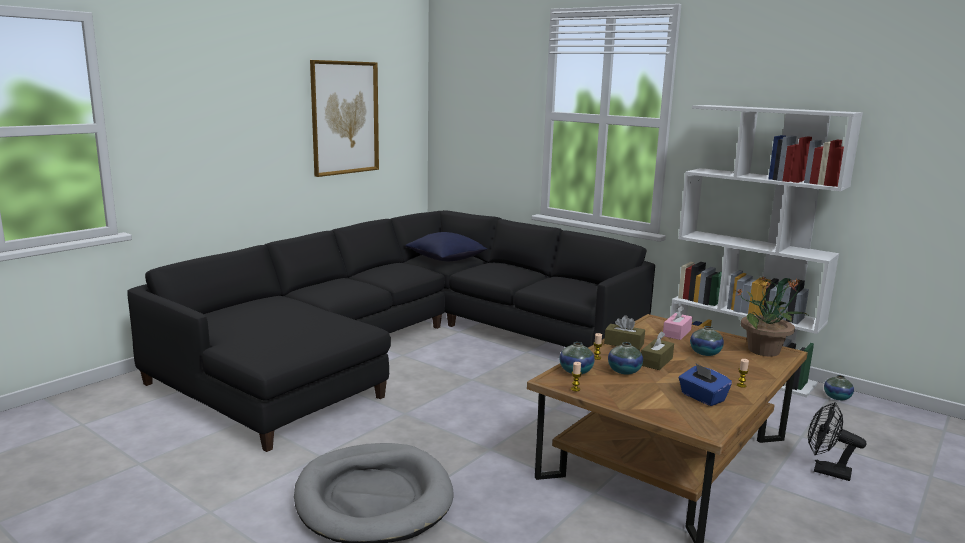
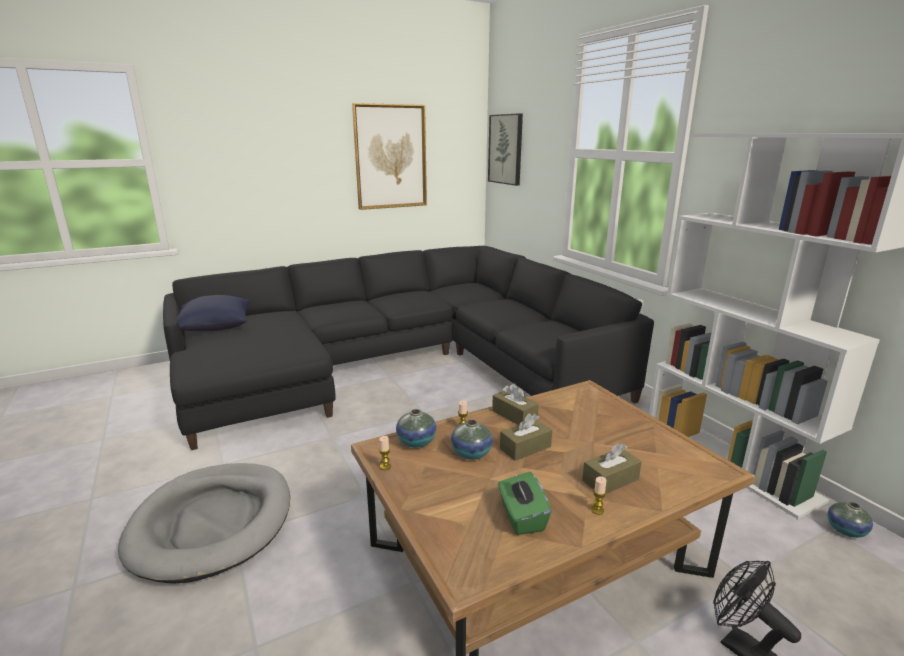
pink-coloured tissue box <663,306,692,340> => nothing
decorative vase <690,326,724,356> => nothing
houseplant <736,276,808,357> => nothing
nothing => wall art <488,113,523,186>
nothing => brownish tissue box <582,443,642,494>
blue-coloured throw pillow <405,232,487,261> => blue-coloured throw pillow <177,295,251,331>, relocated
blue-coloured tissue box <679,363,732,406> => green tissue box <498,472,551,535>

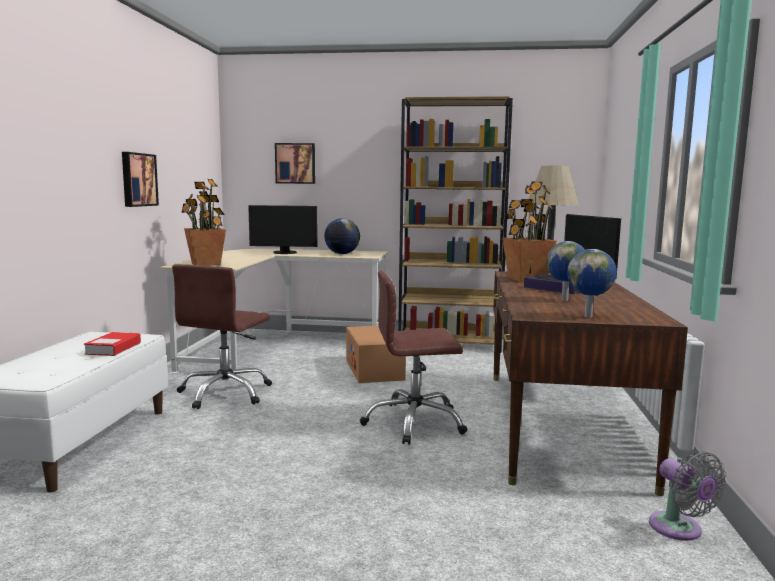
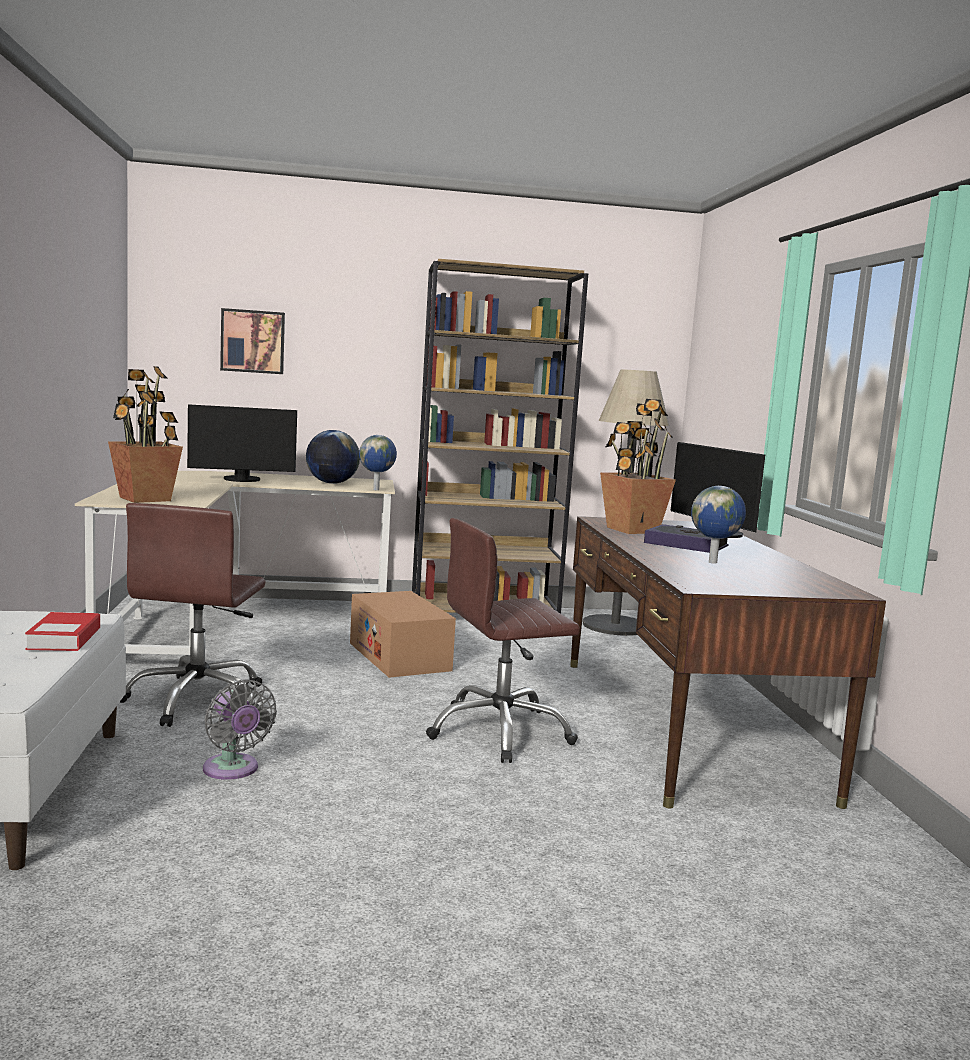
wall art <122,152,159,207> => nothing
desk globe <567,249,617,318> => desk globe <359,435,397,490>, relocated
grey cooling fan <649,452,727,541> => grey cooling fan <203,679,277,780>, relocated

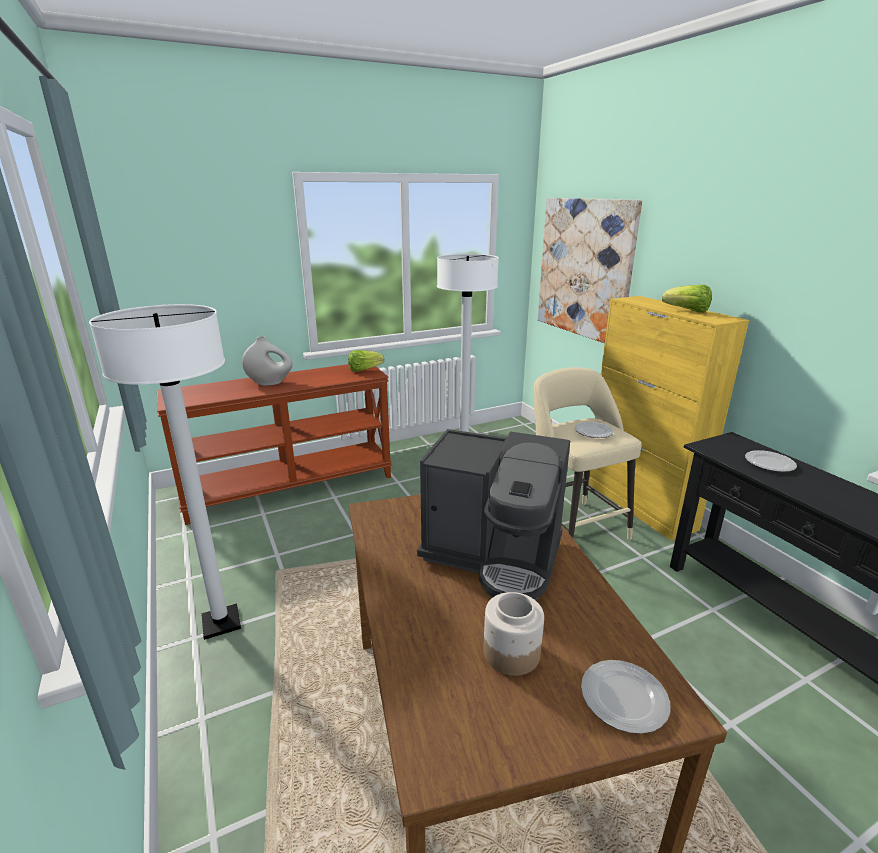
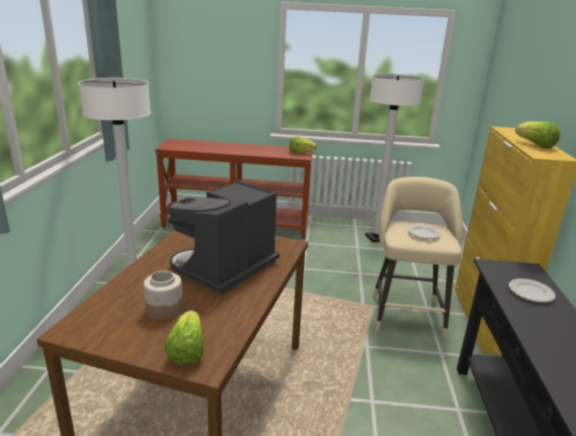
whitish decorative vase <242,336,293,386> => nothing
wall art <538,198,642,343> => nothing
flat dish <581,660,671,734> => lettuce head <164,310,204,366>
coffee maker <417,429,570,600> => coffee maker <167,181,280,295>, 75 degrees clockwise

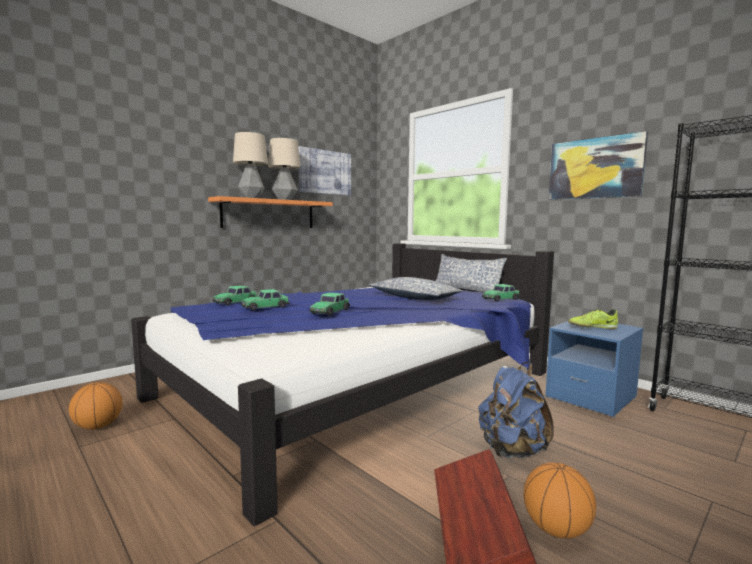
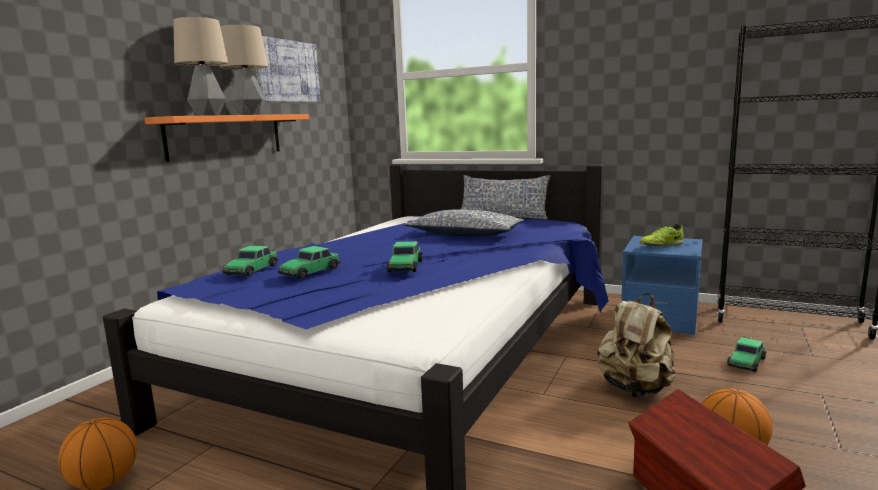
wall art <549,131,648,200> => nothing
miniature car <482,284,520,302> => miniature car <727,337,767,372>, relocated
blue-coloured knapsack <478,362,554,458> => beige-coloured knapsack <597,293,676,398>

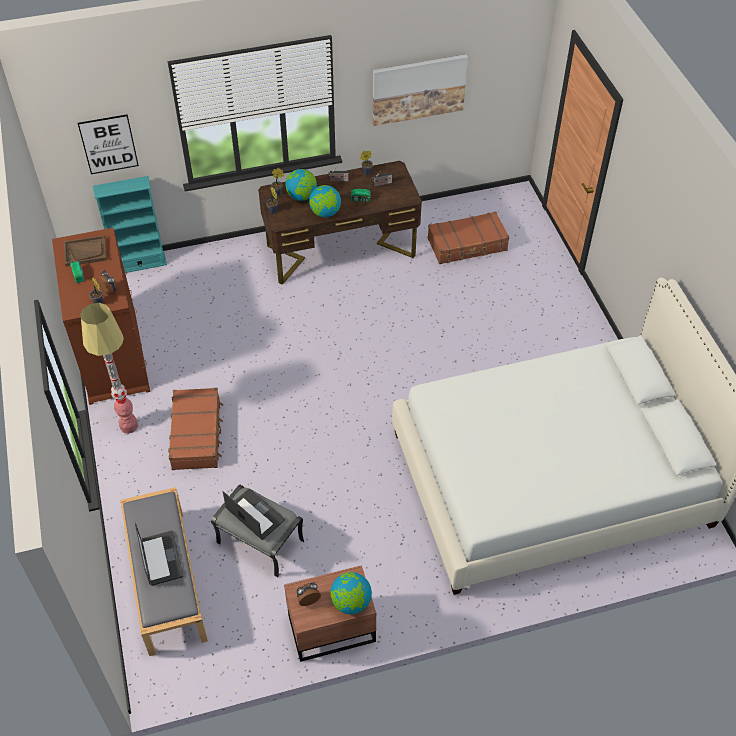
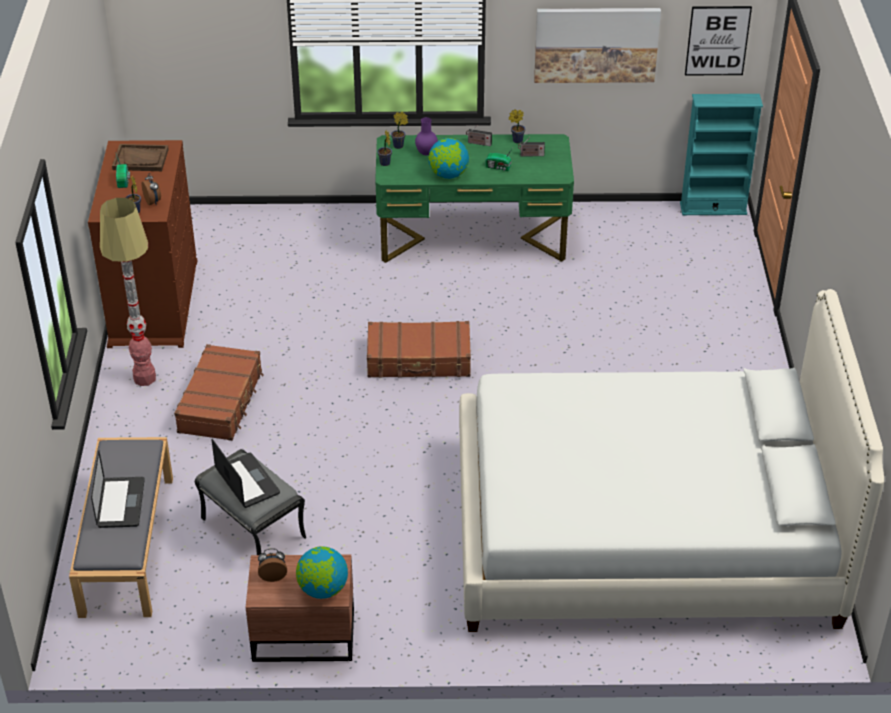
wall art <78,114,139,174> => wall art <685,6,752,75>, relocated
turquoise-coloured shelving unit <93,176,167,273> => turquoise-coloured shelving unit <680,94,763,215>, relocated
brownish suitcase <427,211,509,264> => brownish suitcase <367,321,471,378>, relocated
desk globe <285,169,317,201> => purplish decorative vase <415,117,438,155>
brownish desk table <258,161,422,285> => green desk table <375,134,574,263>

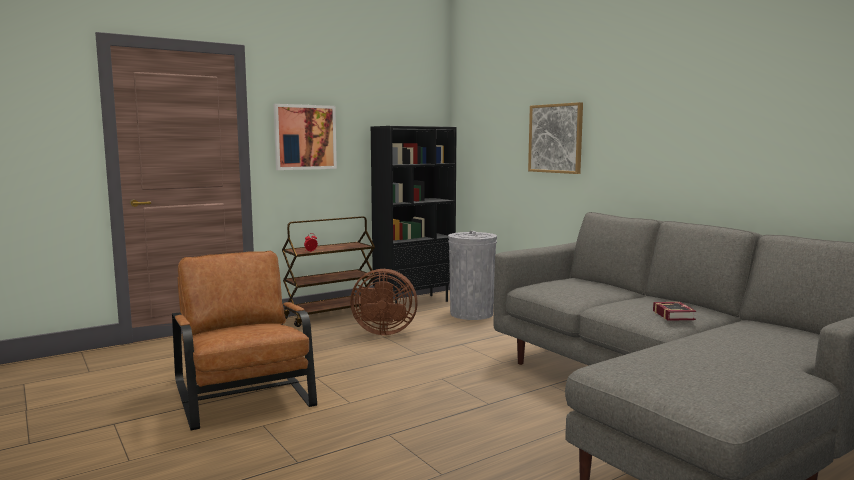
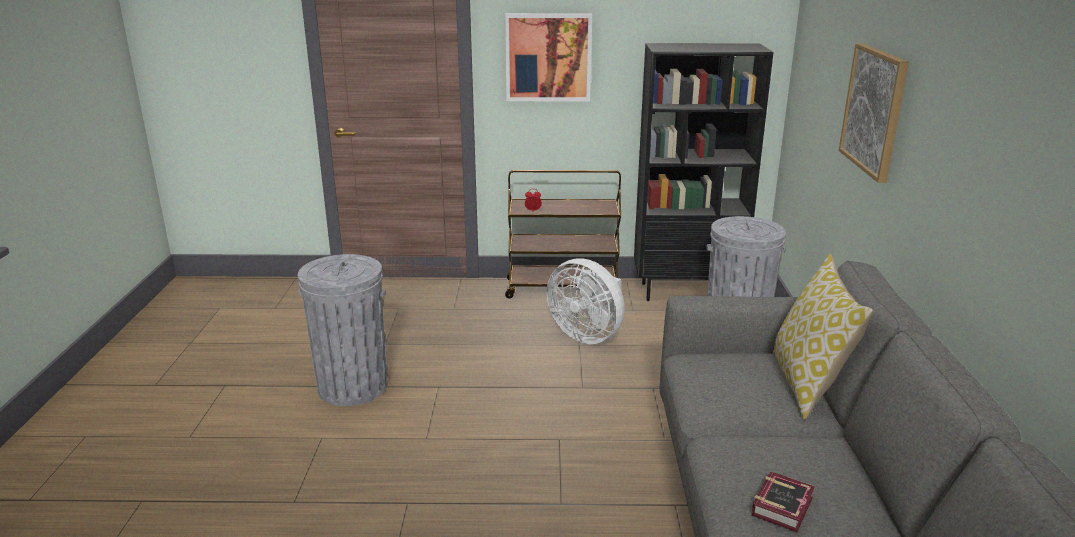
nothing => throw pillow <773,254,873,420>
brownish armchair <172,251,317,430> => grey waste bin <298,254,388,406>
brownish cooling fan <350,269,418,335> => whitish cooling fan <547,258,625,344>

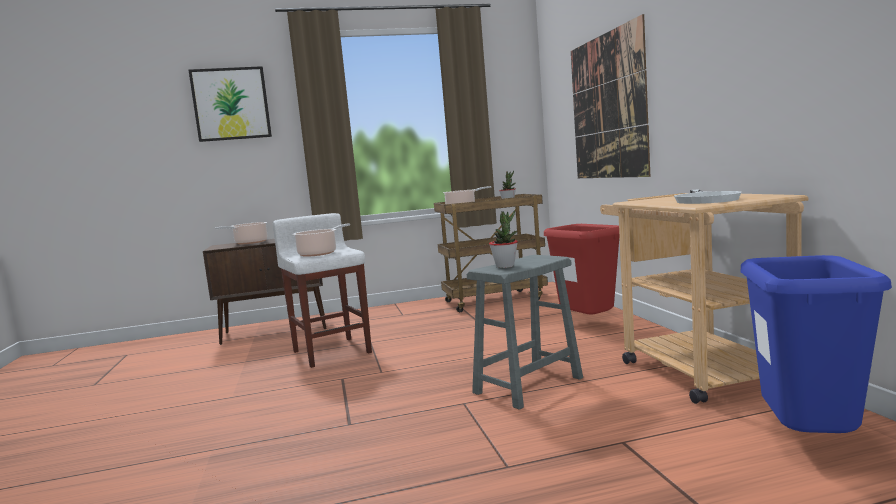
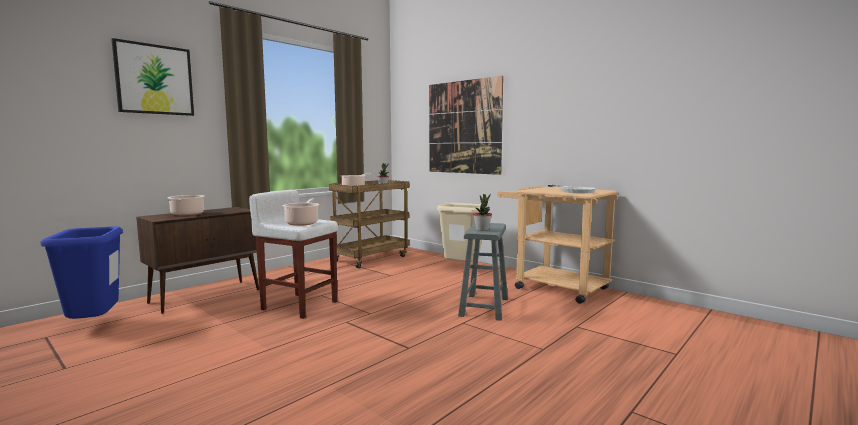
blue-coloured waste bin <741,255,892,433> => blue-coloured waste bin <41,226,123,319>, relocated
red waste bin <544,224,619,315> => beige-coloured waste bin <437,203,487,262>

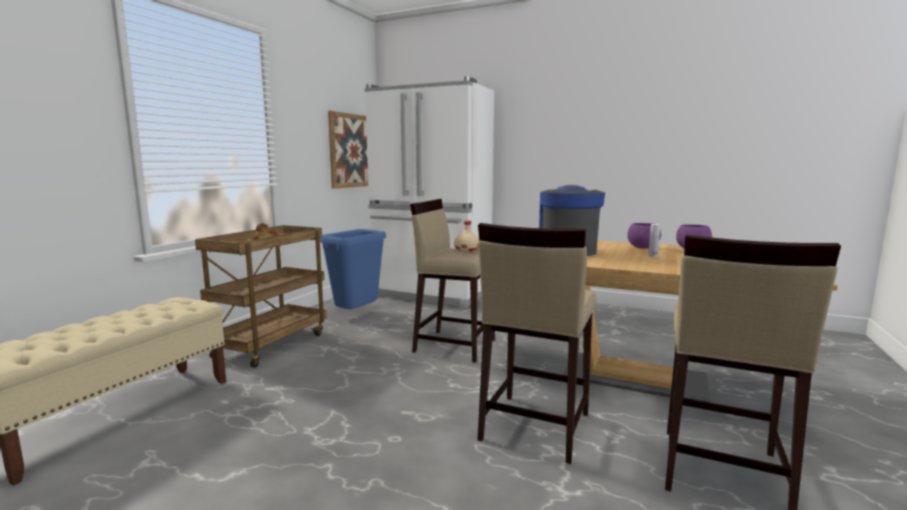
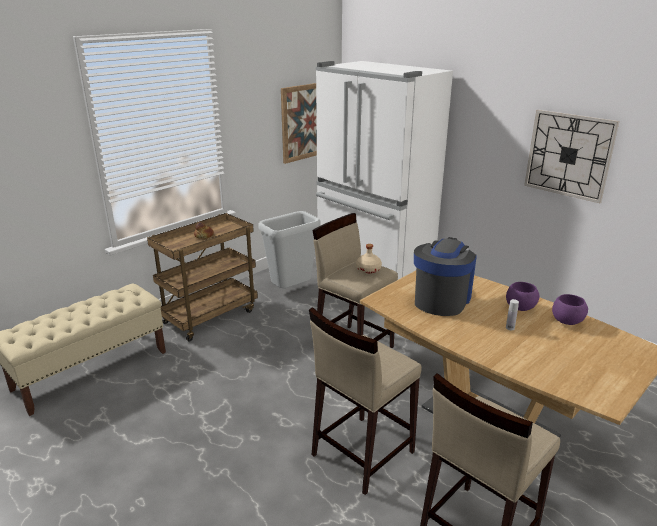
nothing => wall clock <524,109,619,203>
blue-coloured waste bin <320,229,386,309> => grey waste bin <258,211,320,288>

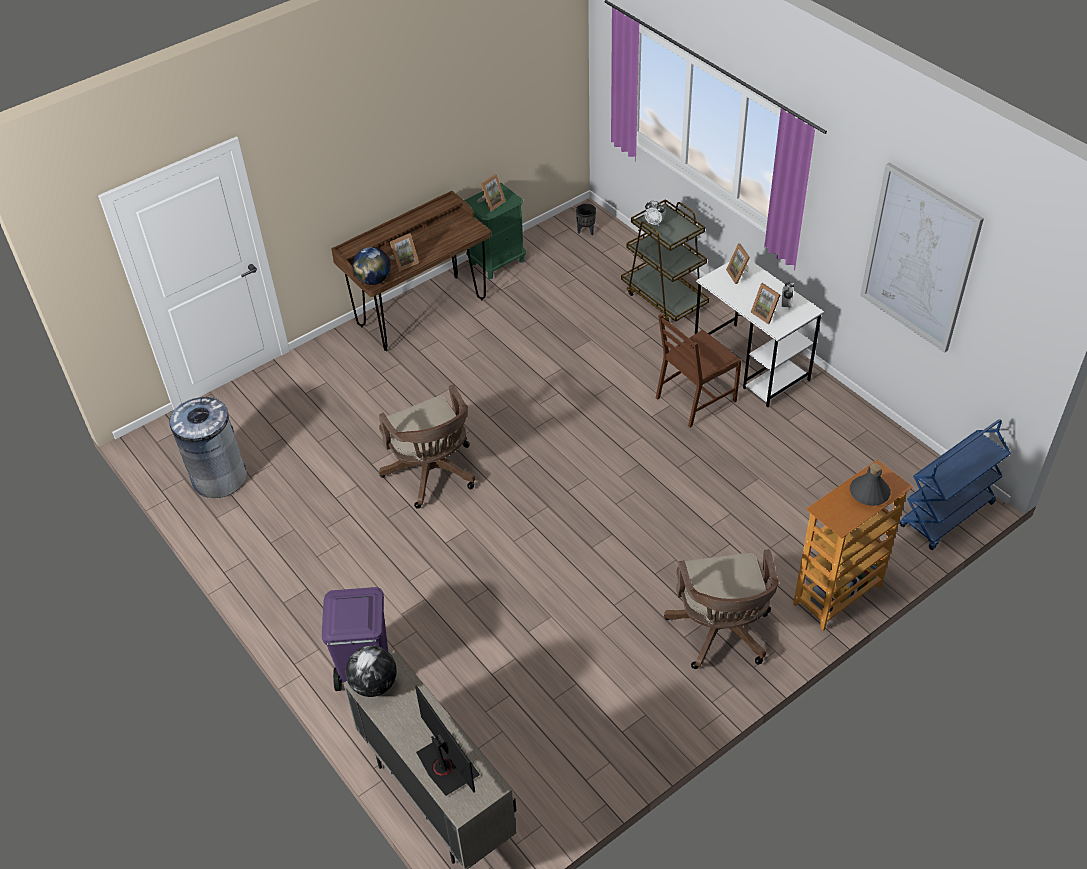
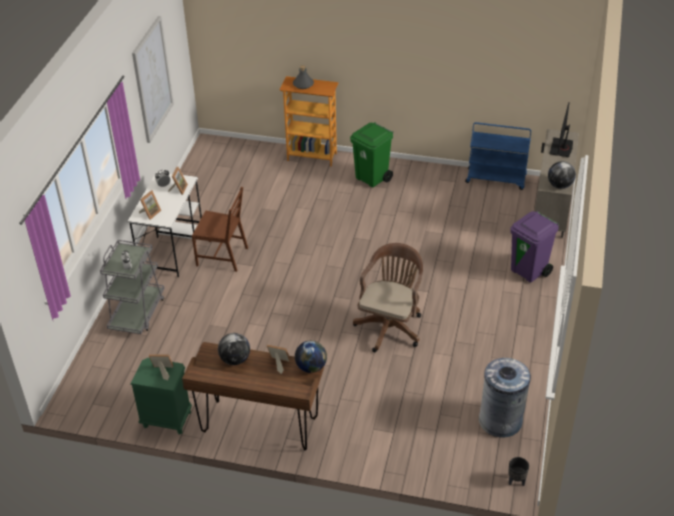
nothing => desk globe <218,333,250,365>
black-coloured plant pot <576,203,596,235> => black-coloured plant pot <508,457,529,486>, relocated
blue-coloured trolley <900,419,1010,550> => blue-coloured trolley <465,122,531,190>, relocated
brownish computer chair <664,549,779,669> => green waste bin <350,122,394,187>
brownish trolley <621,199,709,322> => grey trolley <100,240,165,334>

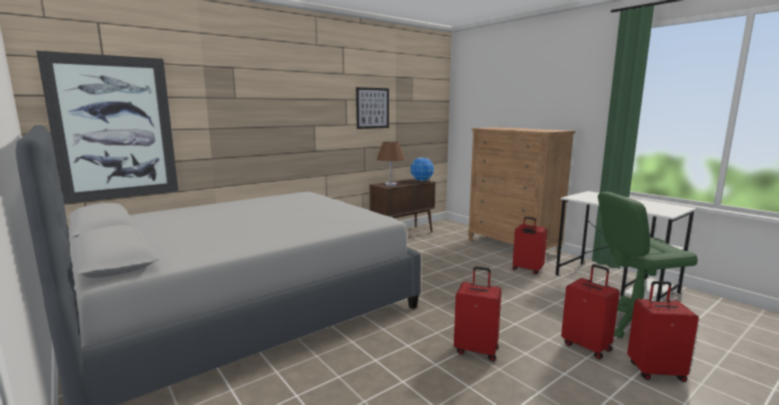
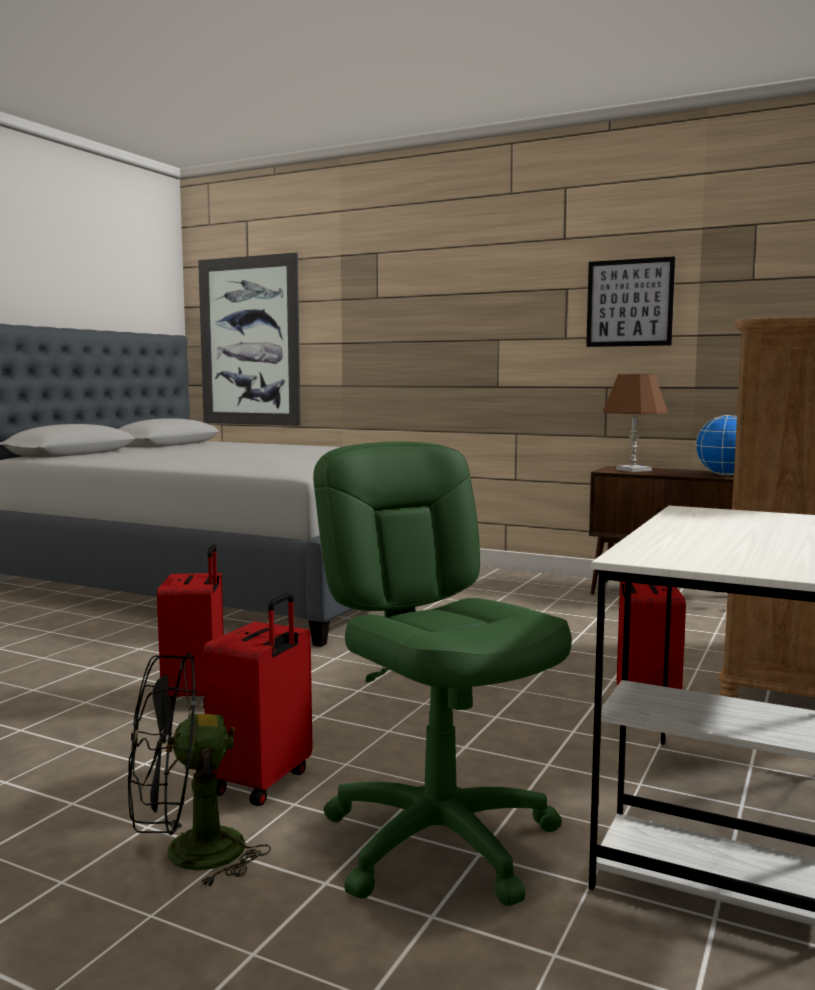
red suitcase <627,281,699,382> => black-coloured cooling fan <128,652,271,889>

